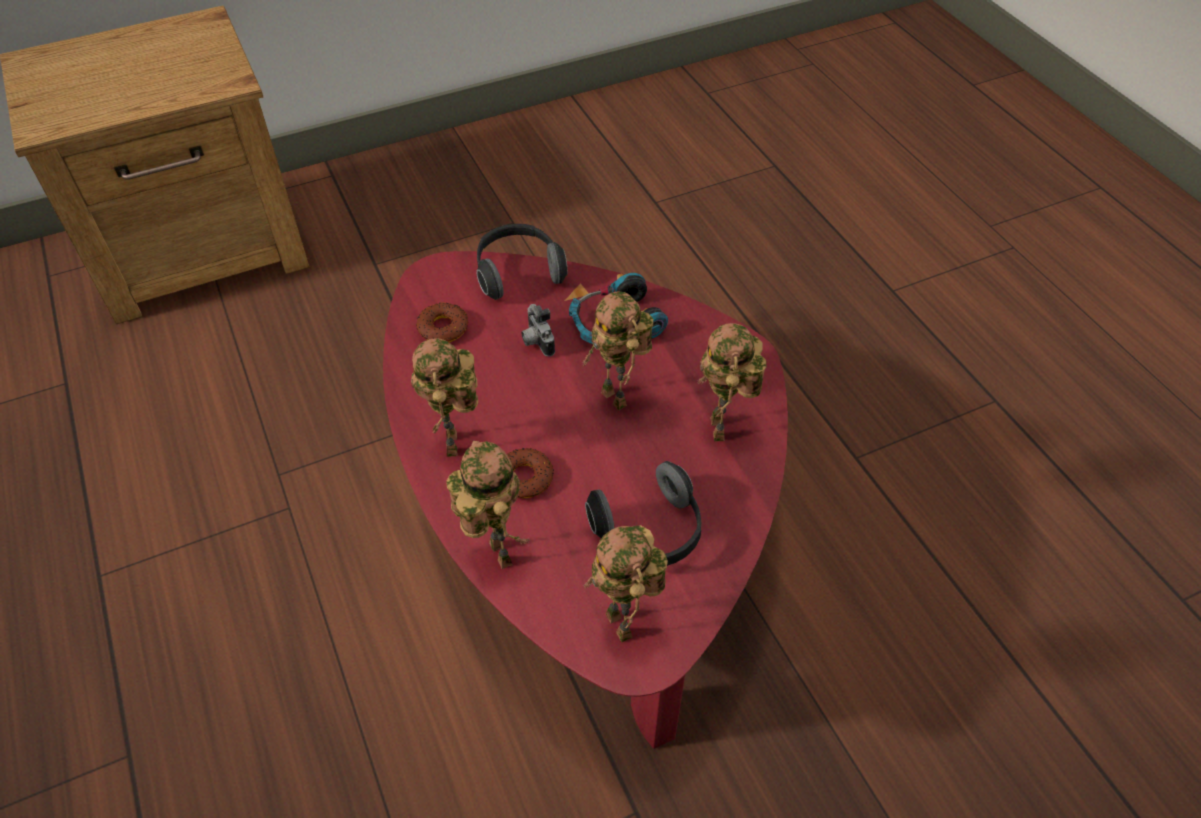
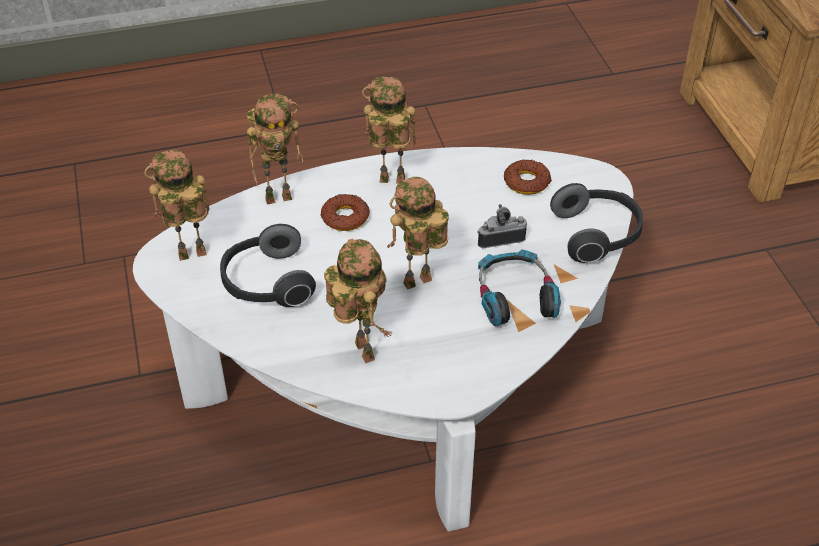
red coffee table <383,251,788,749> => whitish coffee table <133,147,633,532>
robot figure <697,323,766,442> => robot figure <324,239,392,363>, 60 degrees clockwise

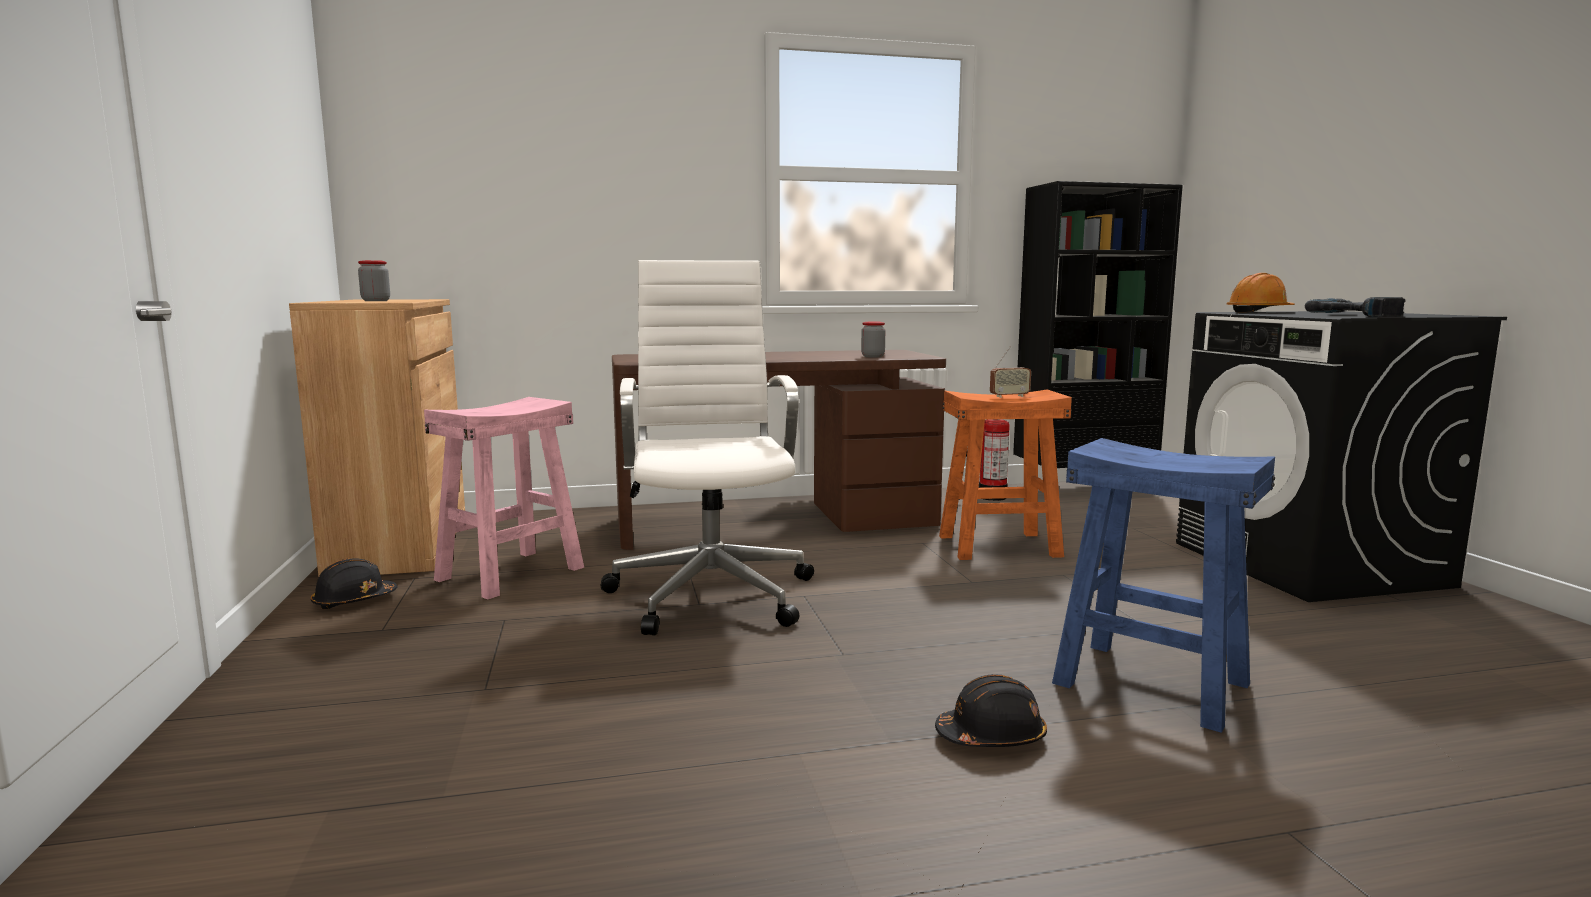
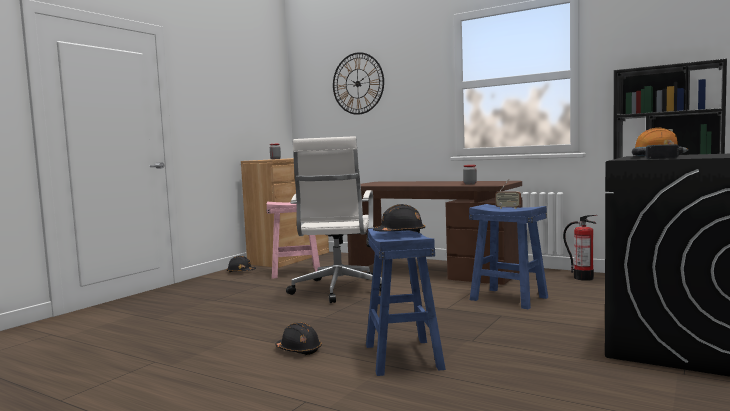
nothing => wall clock <333,52,384,115>
nothing => black-coloured work helmet <373,204,425,233>
orange-coloured stool seat <939,389,1072,560> => blue-coloured stool seat <469,204,548,310>
whitish computer chair <601,260,814,636> => whitish computer chair <286,136,382,303>, 150 degrees clockwise

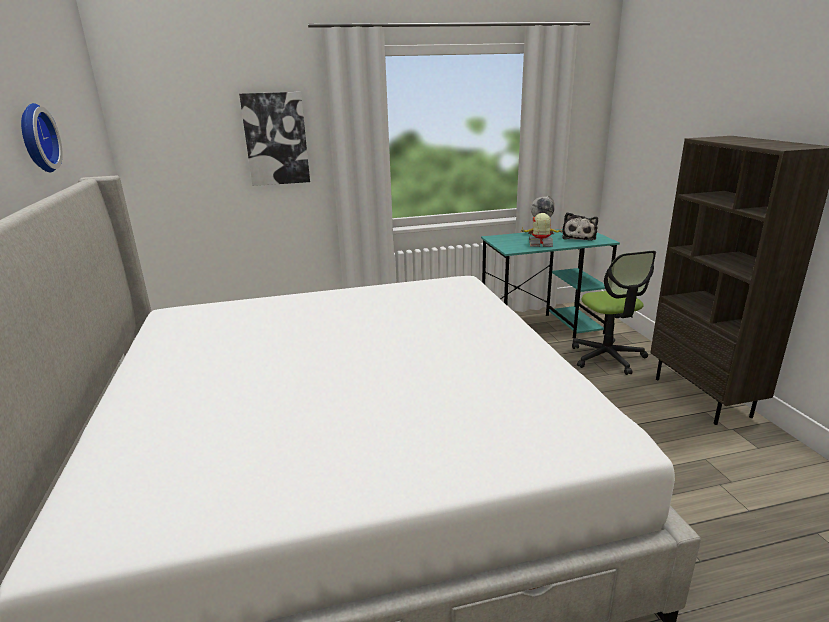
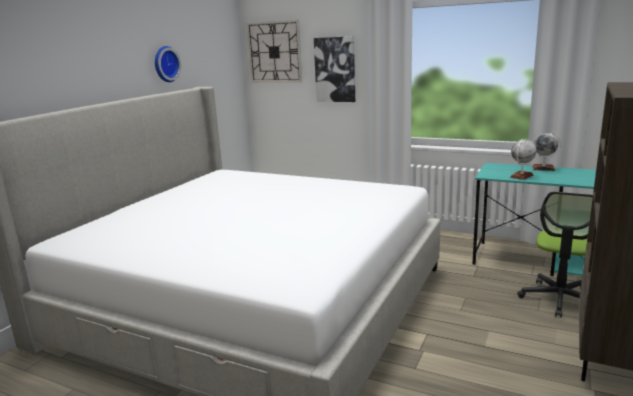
plush toy <562,212,598,241> => nothing
nothing => wall clock <246,20,302,83>
robot figure <521,213,564,247> => desk globe <510,139,537,180>

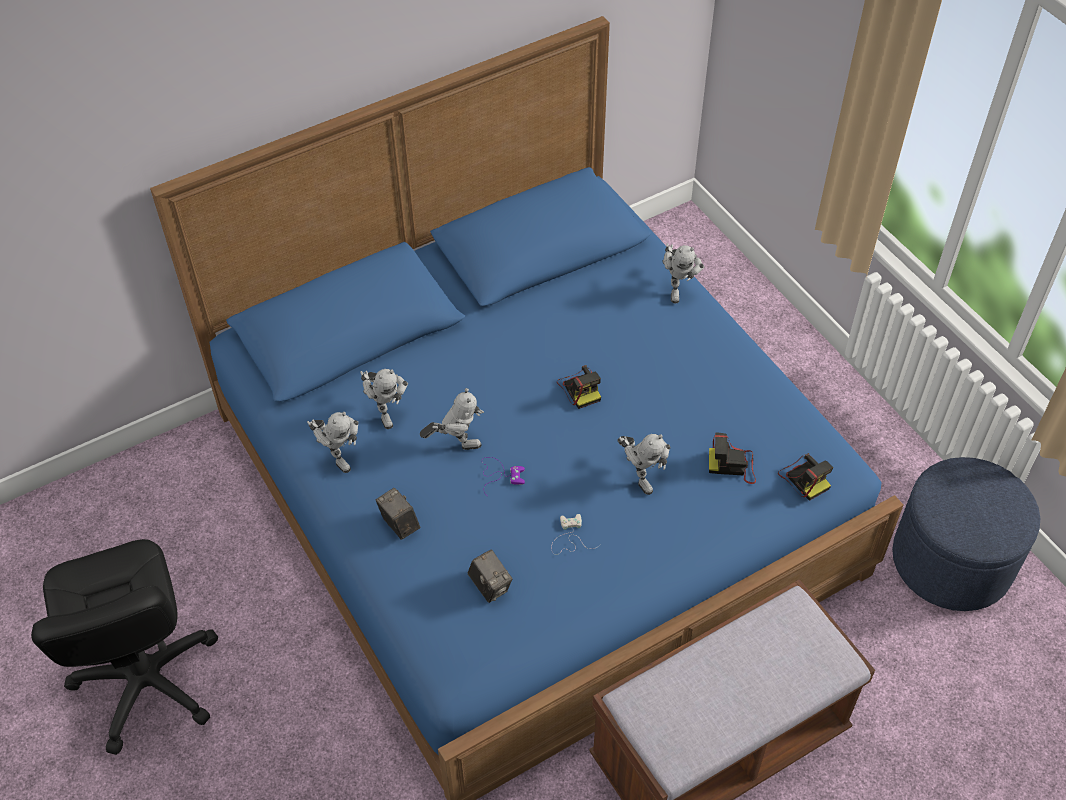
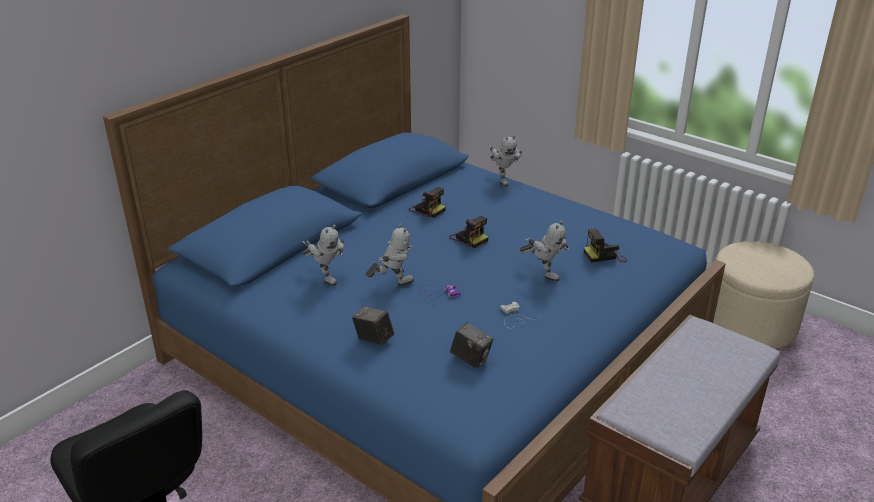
robot figure <307,412,359,473> => nothing
still camera <778,453,833,501> => still camera <408,187,446,218>, relocated
blue-coloured footrest <892,457,1040,611> => beige-coloured footrest <713,241,814,349>

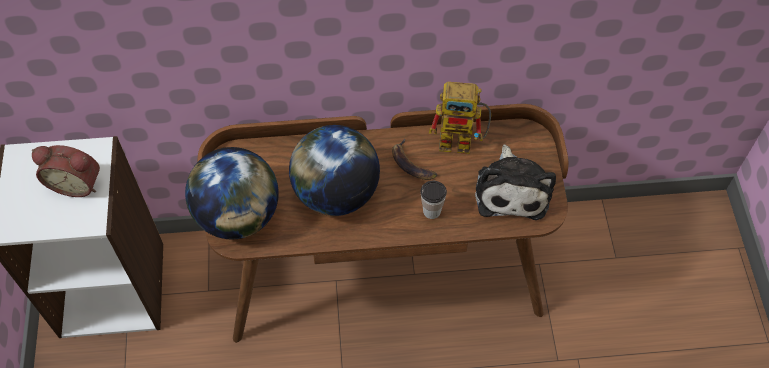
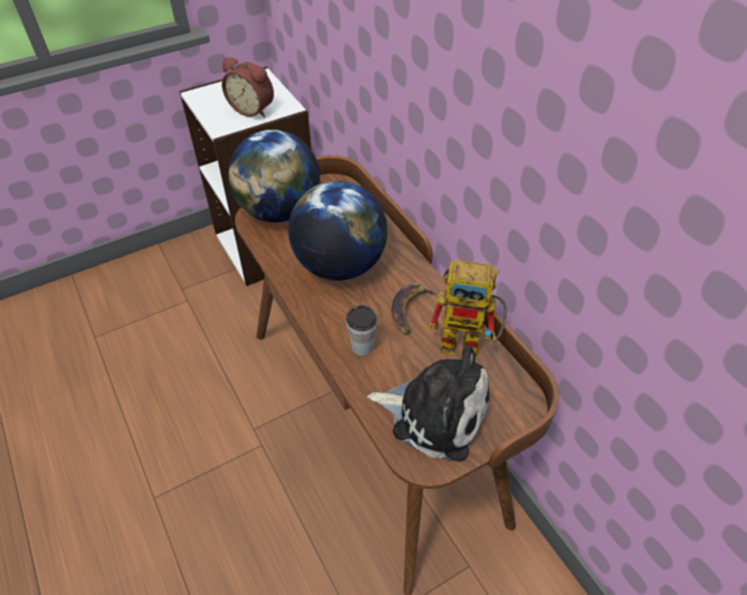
bedside clock <32,145,100,197> => bedside clock <222,57,274,117>, 45 degrees counterclockwise
robot figure <429,82,491,154> => robot figure <428,260,507,359>, 60 degrees counterclockwise
plush toy <475,144,556,220> => plush toy <367,345,490,462>, 135 degrees counterclockwise

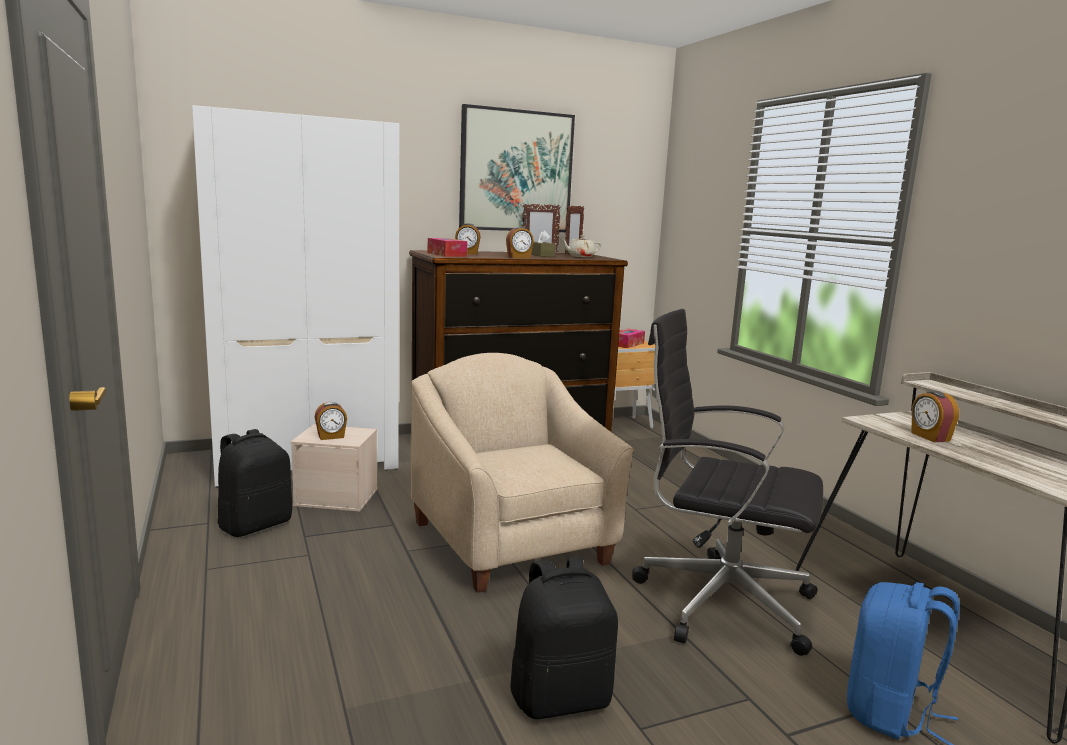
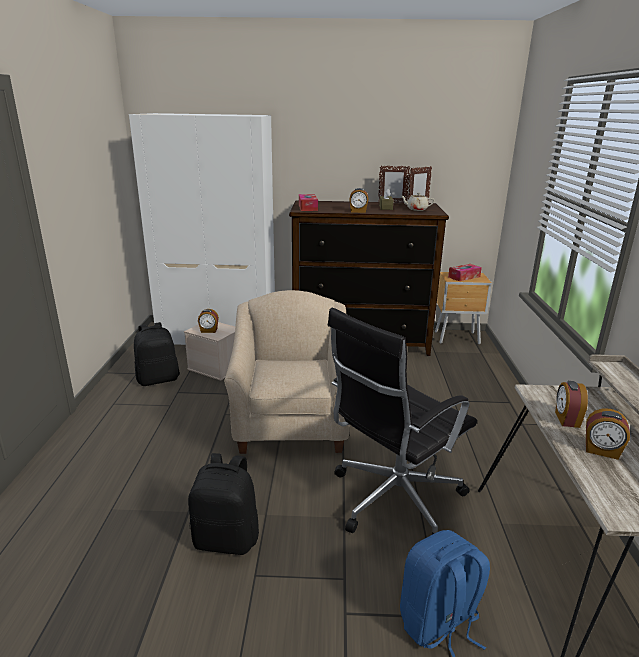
wall art <459,104,575,232> => nothing
bedside clock <455,223,481,255> => bedside clock <586,408,630,460>, relocated
black-coloured computer chair <632,309,823,656> => black-coloured computer chair <328,308,477,535>, 90 degrees counterclockwise

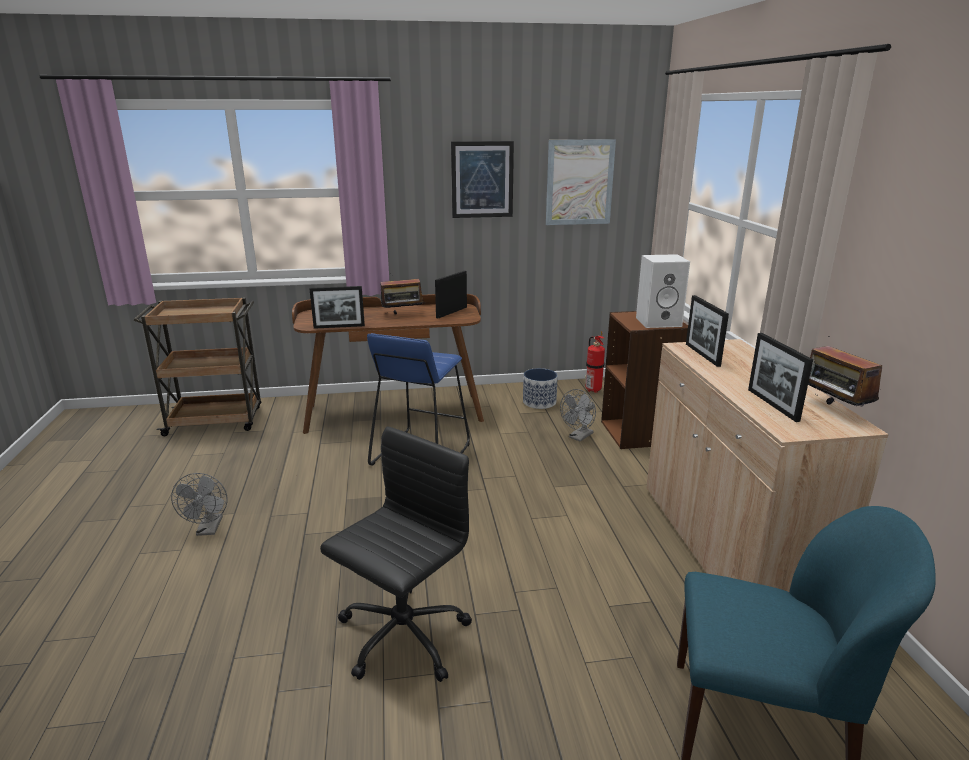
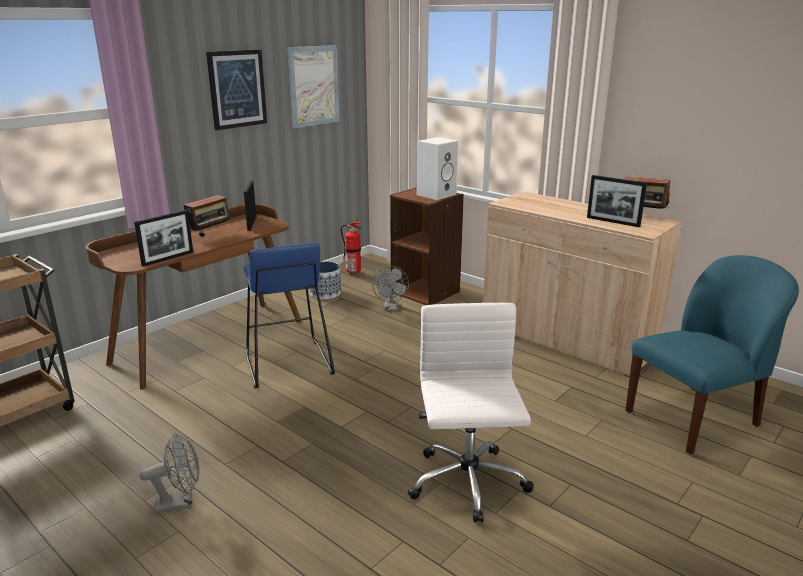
picture frame <686,295,729,367> => nothing
black-coloured computer chair <320,427,472,682> => whitish computer chair <408,303,534,523>
grey cooling fan <171,473,227,536> => grey cooling fan <140,433,199,514>, 60 degrees counterclockwise

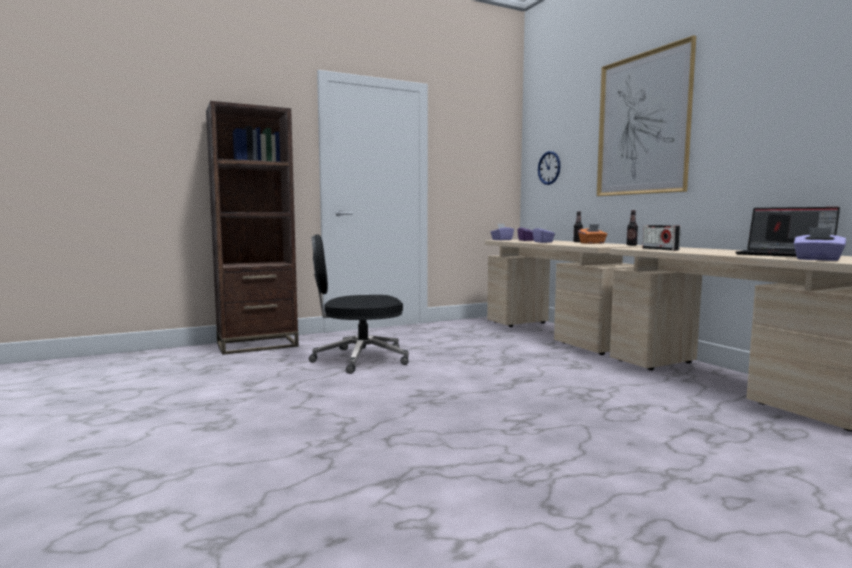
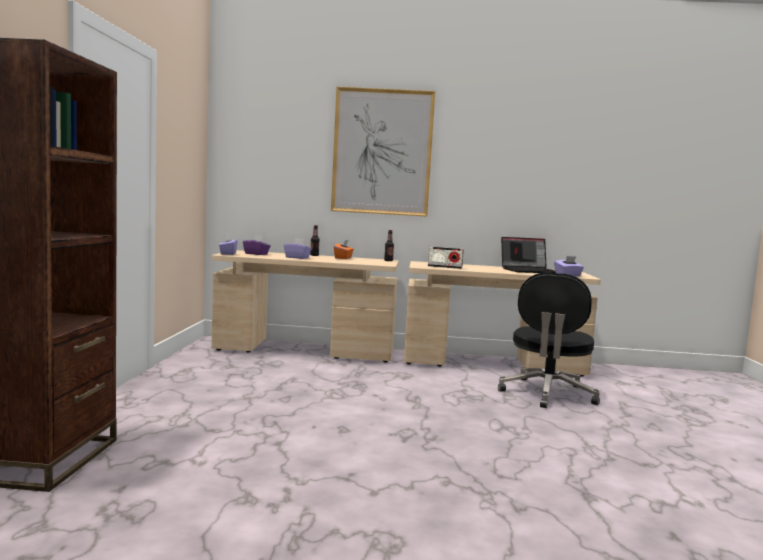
wall clock <538,151,561,185> => nothing
black-coloured computer chair <309,234,409,374> => black-coloured computer chair <498,272,600,408>, relocated

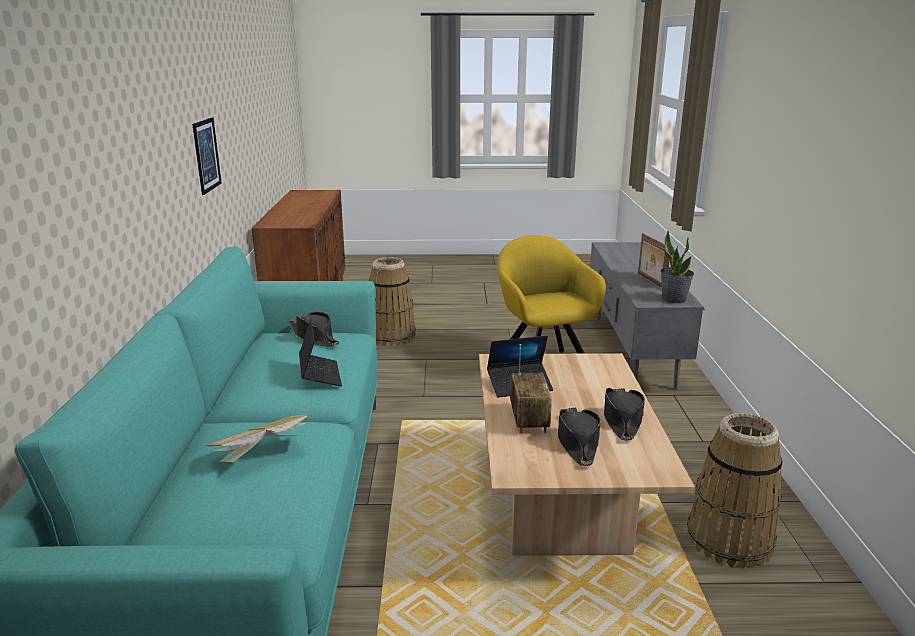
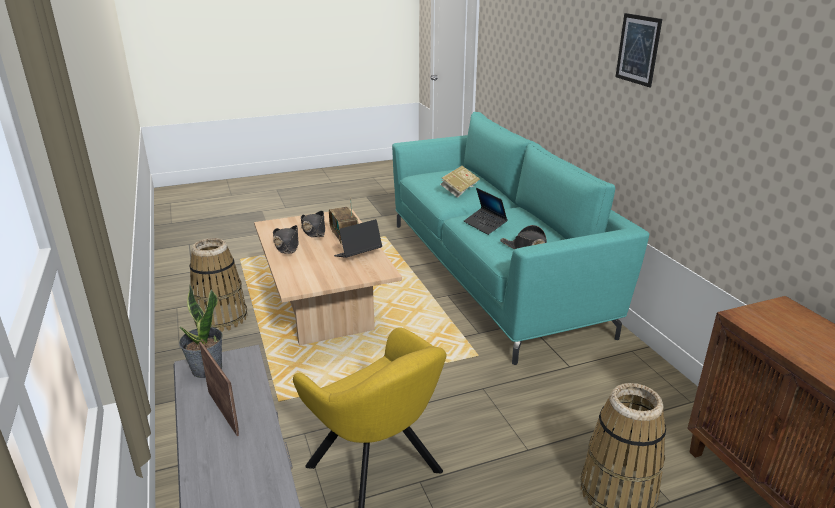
wall art <192,117,222,195> => wall art <616,13,662,87>, relocated

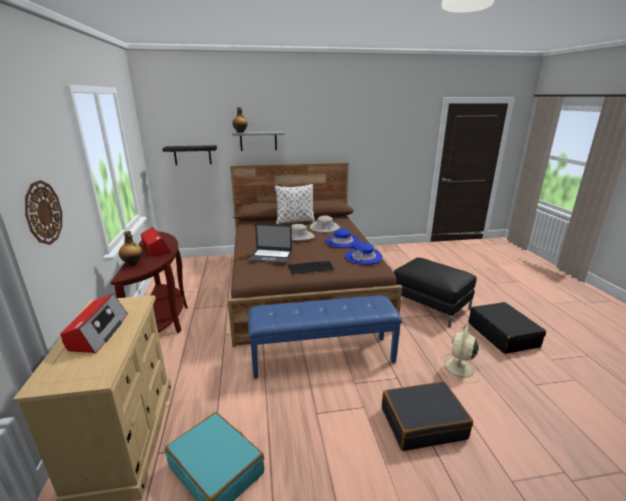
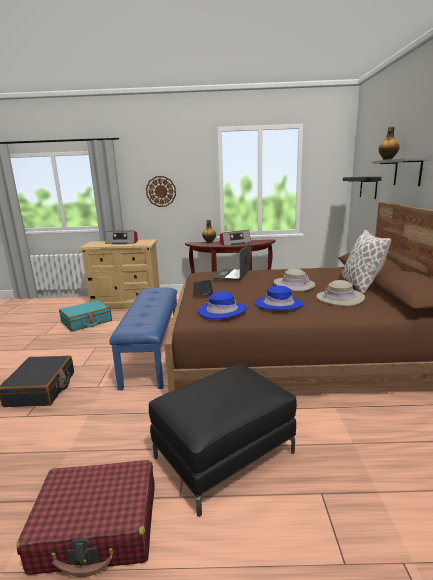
beige-coloured cooling fan <438,325,481,383> => nothing
black-coloured suitcase <468,302,546,354> => red suitcase <16,460,155,577>

